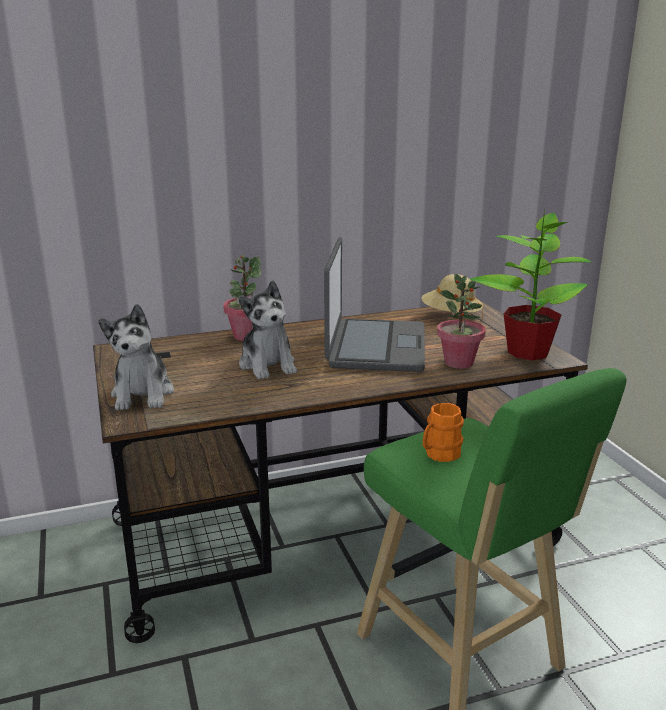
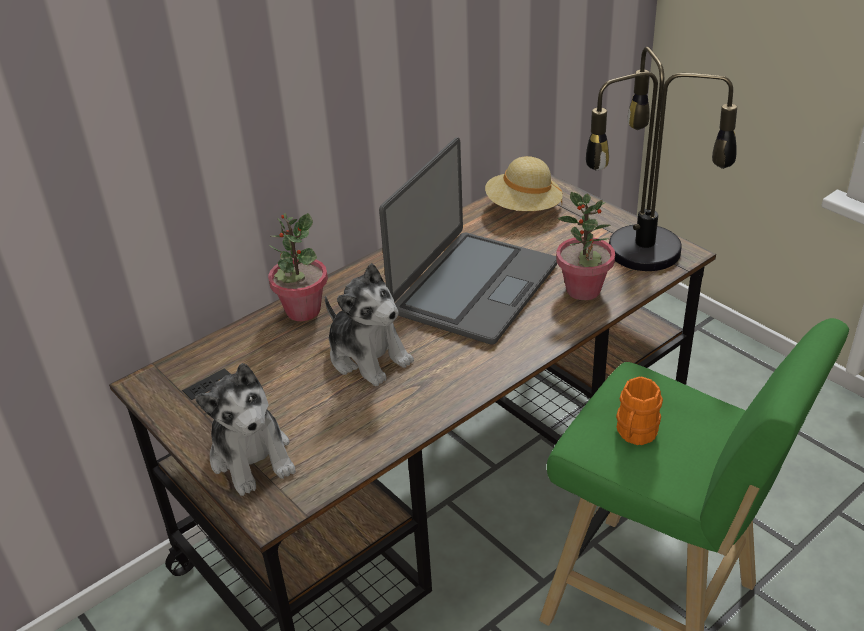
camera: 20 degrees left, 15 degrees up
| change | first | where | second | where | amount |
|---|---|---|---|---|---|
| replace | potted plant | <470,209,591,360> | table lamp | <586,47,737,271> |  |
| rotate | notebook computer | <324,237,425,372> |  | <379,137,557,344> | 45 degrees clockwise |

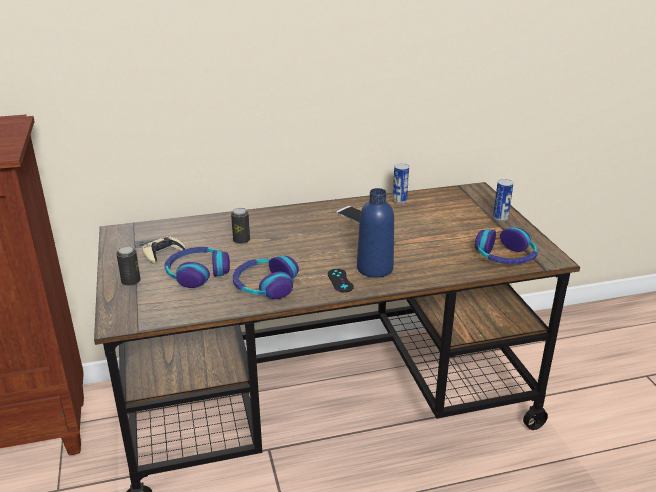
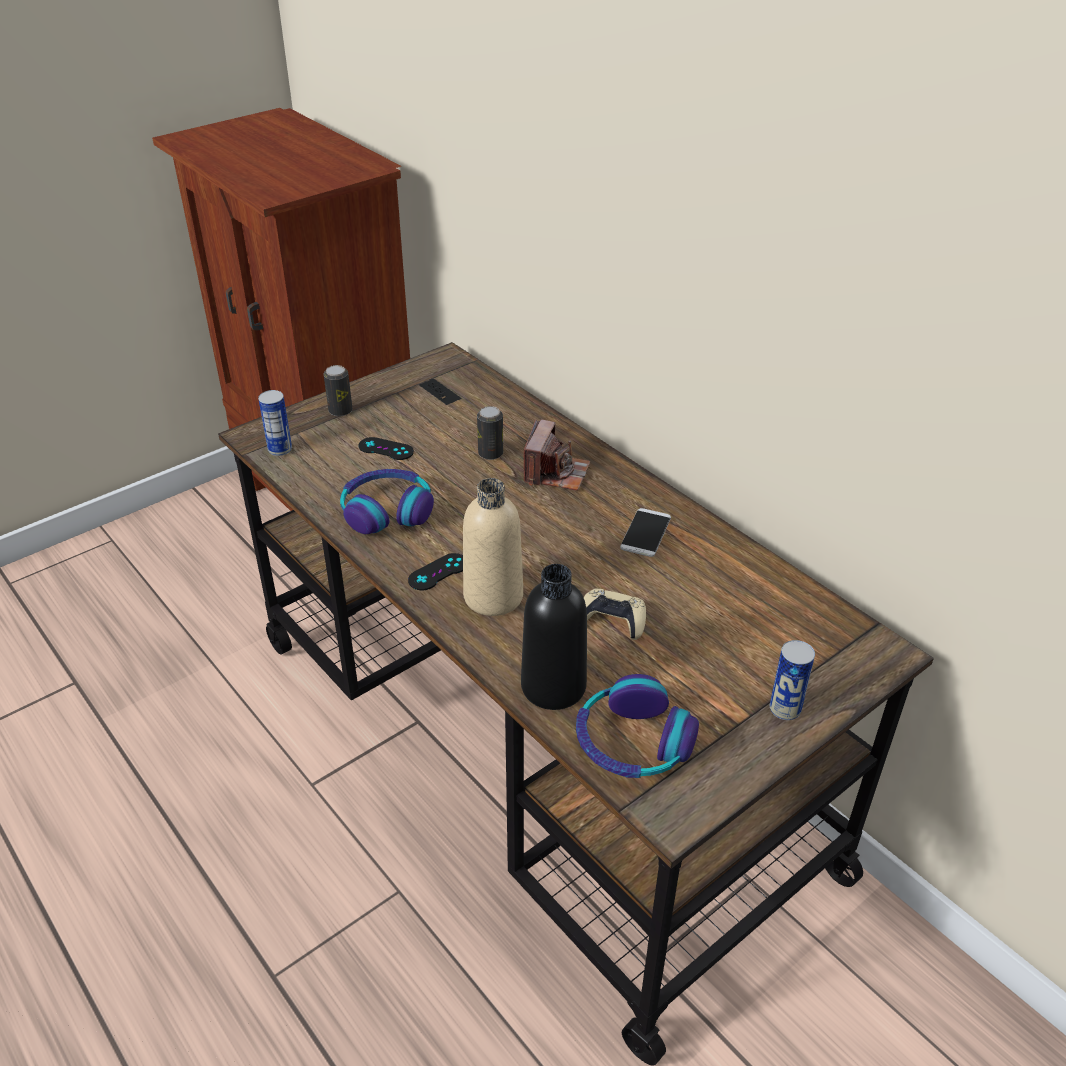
camera: 65 degrees right, 10 degrees up
| change | first | where | second | where | amount |
|---|---|---|---|---|---|
| insert |  |  | black beverage bottle | <521,564,587,710> |  |
| insert |  |  | still camera | <524,419,590,491> |  |
| move | beige game controller | <142,236,185,264> |  | <583,589,646,640> |  |
| move | sealed can | <393,163,409,204> |  | <258,390,292,456> |  |
| replace | headset | <164,247,230,288> | black game controller | <358,437,414,460> |  |
| recolor | blue-coloured beverage bottle | <357,188,394,278> | beige beverage bottle | <463,478,523,616> |  |

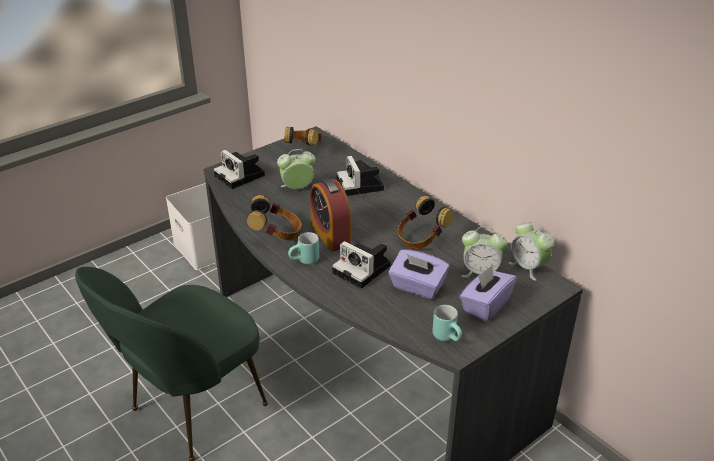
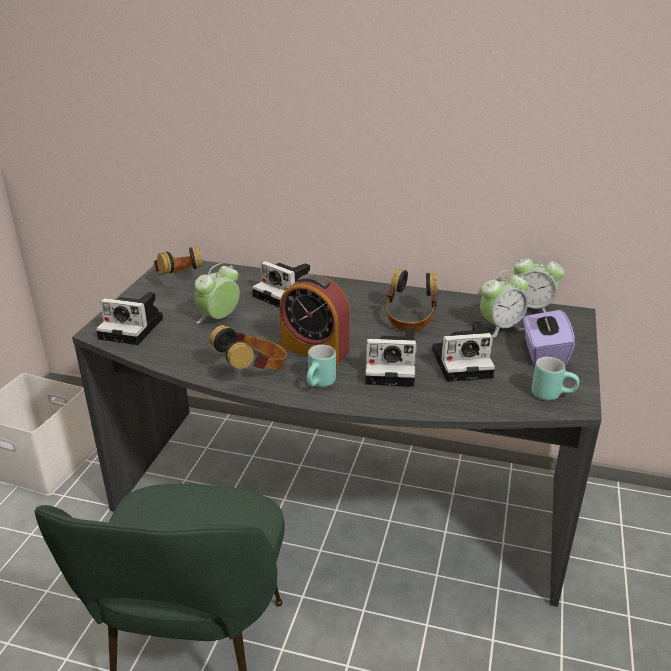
camera: 35 degrees left, 5 degrees down
| change | first | where | second | where | amount |
|---|---|---|---|---|---|
| replace | purplish box of tissues | <388,250,449,299> | still camera | <432,321,495,382> |  |

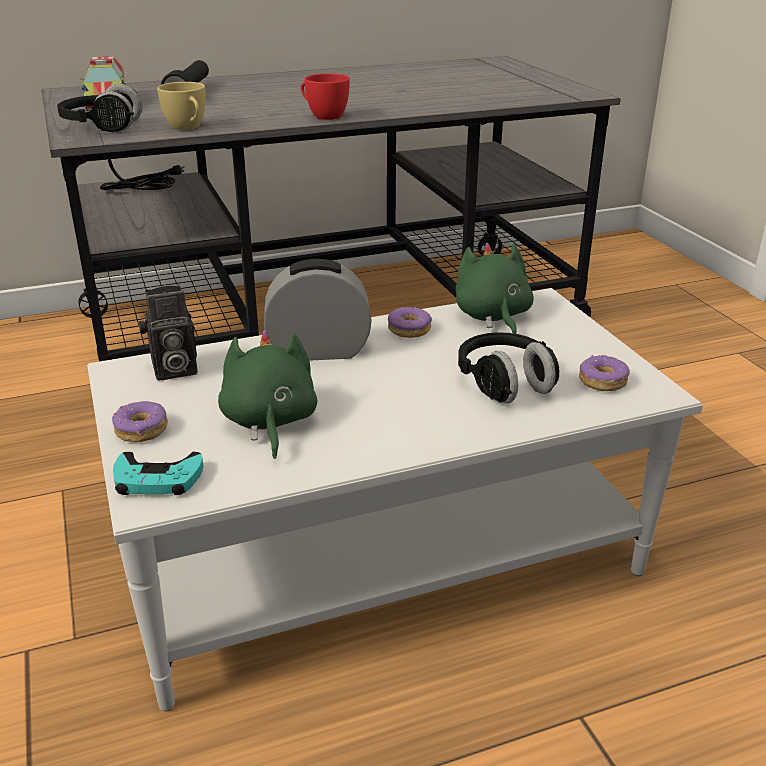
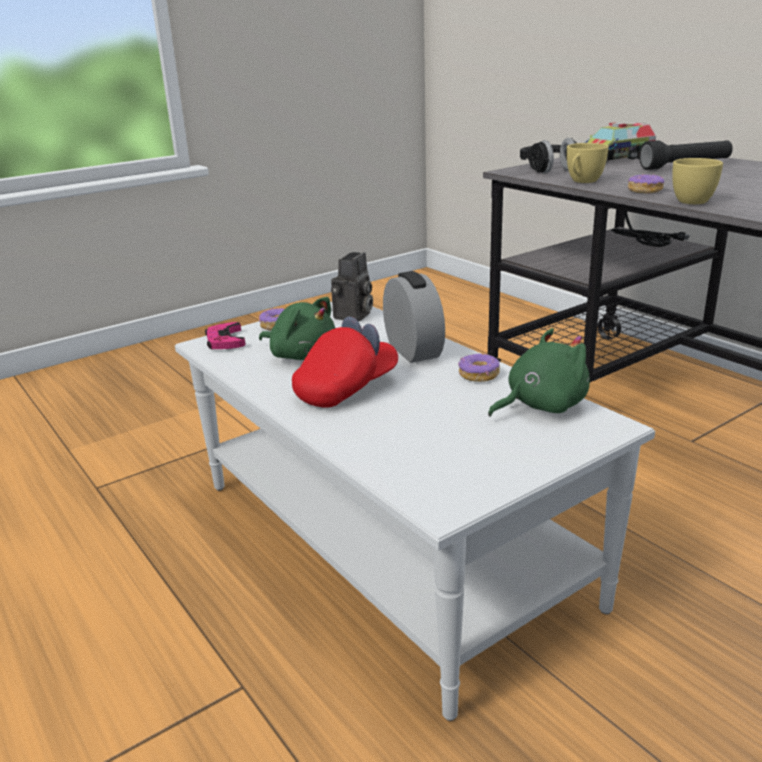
camera: 75 degrees right, 5 degrees down
| change | first | where | second | where | amount |
|---|---|---|---|---|---|
| delete | black headset | <458,332,559,403> |  |  |  |
| insert |  |  | red peaked cap | <292,317,398,408> |  |
| move | ring doughnut | <579,355,630,391> |  | <628,174,664,194> |  |
| recolor | blue-green game controller | <113,452,203,495> | pink-coloured game controller | <205,322,246,349> |  |
| recolor | red small cup | <301,73,350,120> | yellow-coloured small cup | <672,158,723,204> |  |
| rotate | still camera | <139,285,197,380> |  | <331,252,373,322> | 120 degrees counterclockwise |
| rotate | green-coloured soft toy | <218,330,317,459> |  | <259,297,335,360> | 60 degrees clockwise |

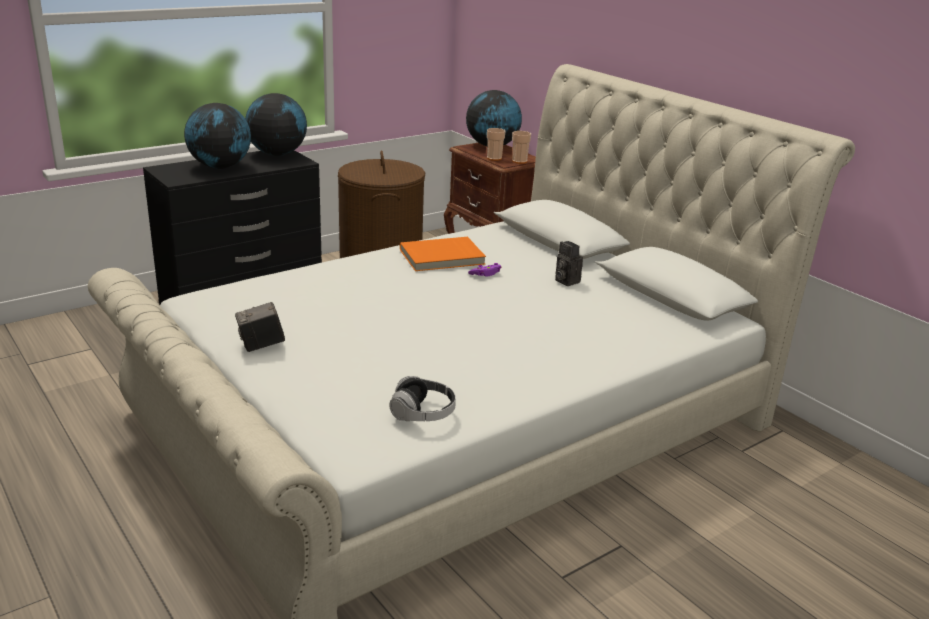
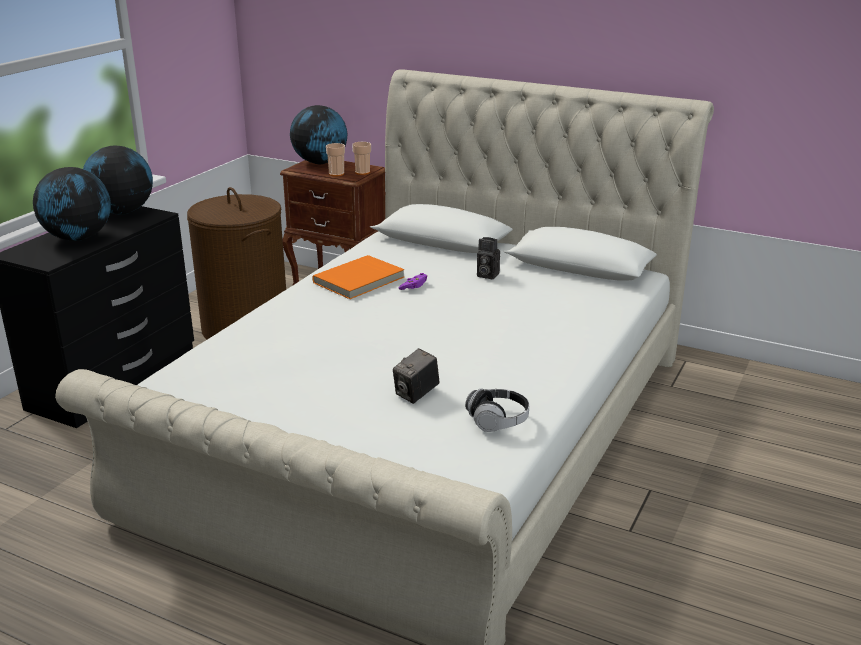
camera: 25 degrees left, 0 degrees up
| change | first | where | second | where | amount |
|---|---|---|---|---|---|
| move | still camera | <235,302,285,352> |  | <393,348,440,404> |  |

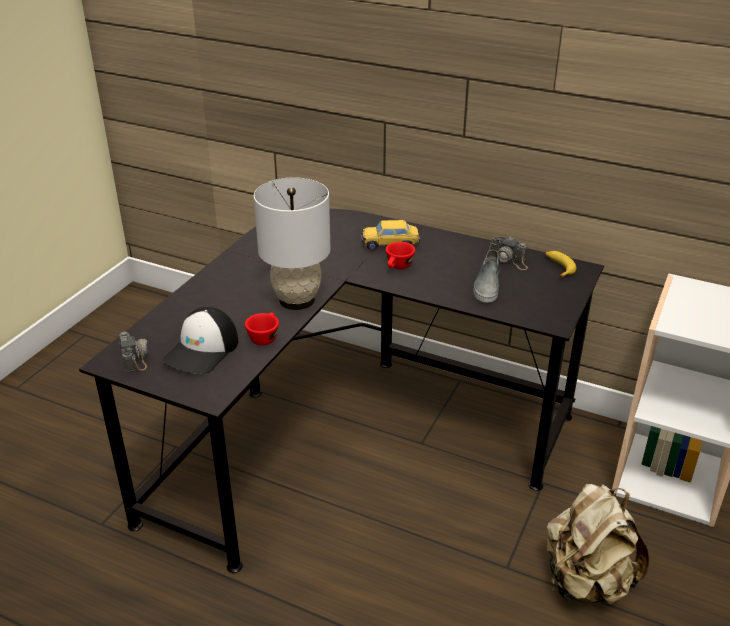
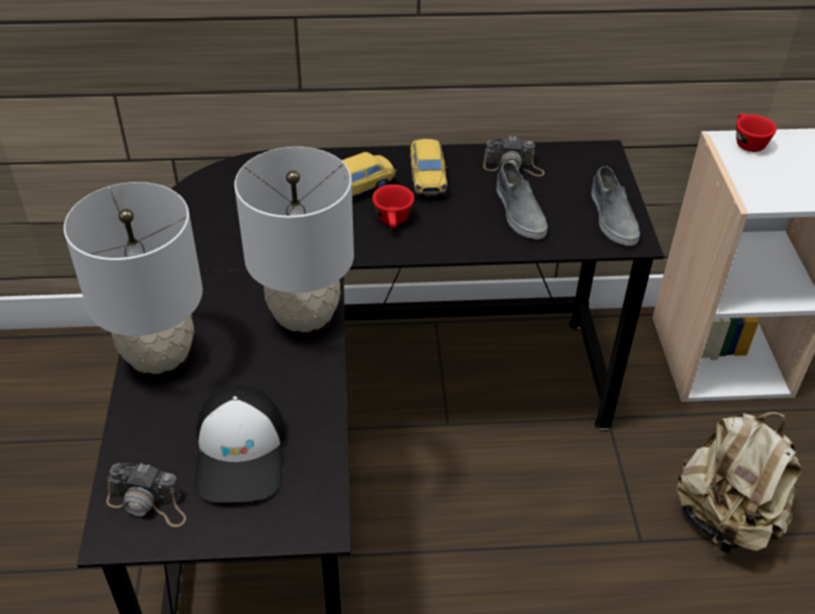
camera: 30 degrees left, 10 degrees up
| change | first | where | second | where | amount |
|---|---|---|---|---|---|
| delete | whole banana | <546,251,576,278> |  |  |  |
| insert |  |  | white table lamp | <64,182,203,380> |  |
| insert |  |  | model car | <409,139,448,196> |  |
| insert |  |  | gray shoe | <591,167,640,246> |  |
| move | red small cup | <245,312,279,346> |  | <736,114,777,152> |  |
| rotate | still camera | <119,331,148,372> |  | <106,463,186,527> | 150 degrees clockwise |

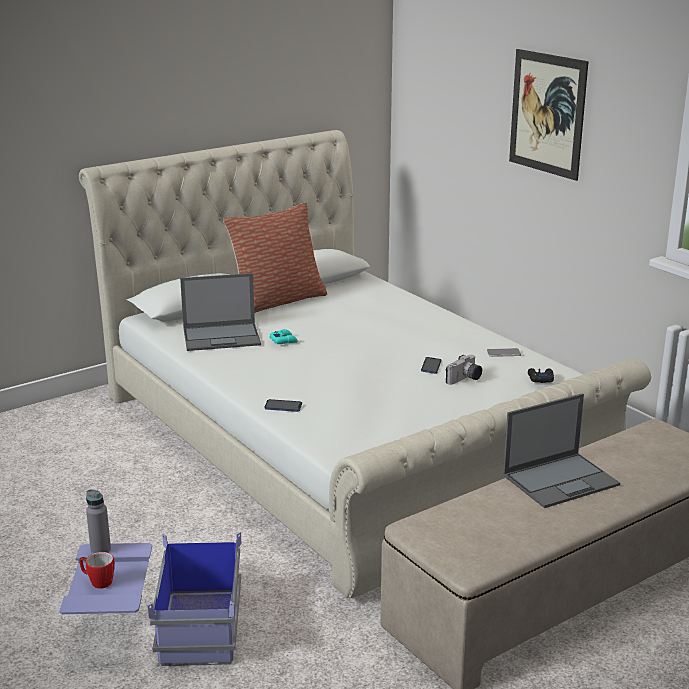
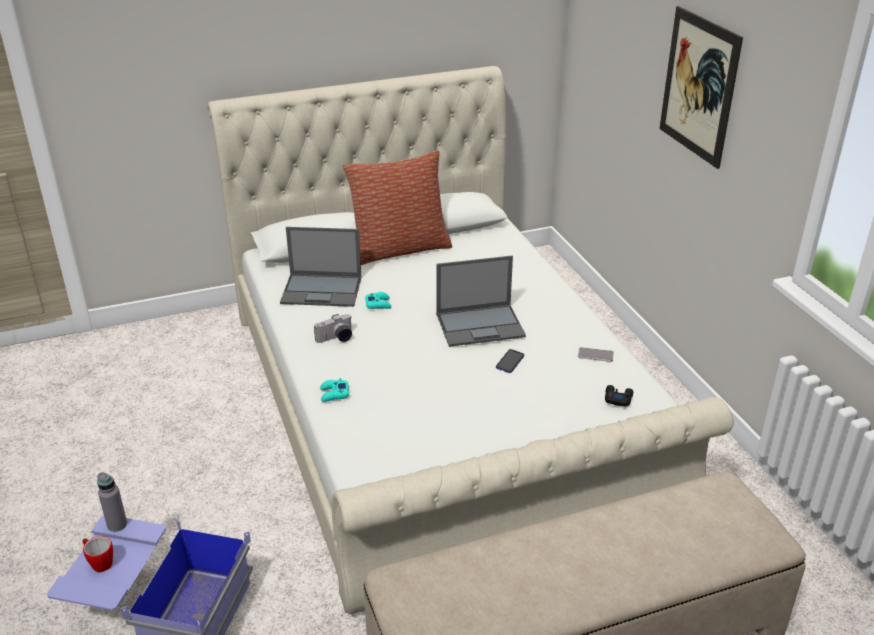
camera: 15 degrees right, 10 degrees up
| change | first | where | second | where | amount |
|---|---|---|---|---|---|
| move | still camera | <446,355,482,385> |  | <314,314,352,343> |  |
| move | notebook computer | <503,393,620,508> |  | <436,256,526,347> |  |
| replace | telephone | <264,399,302,412> | blue-green game controller | <320,378,349,402> |  |

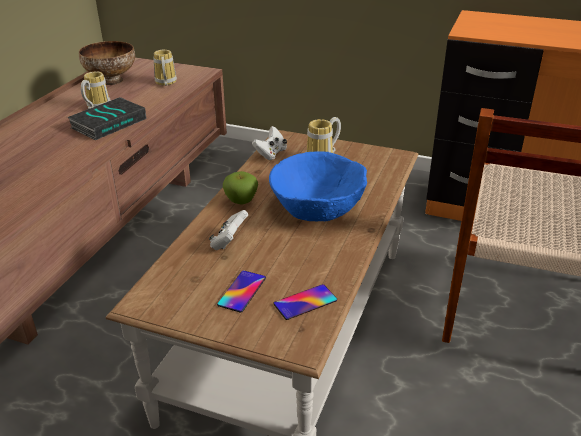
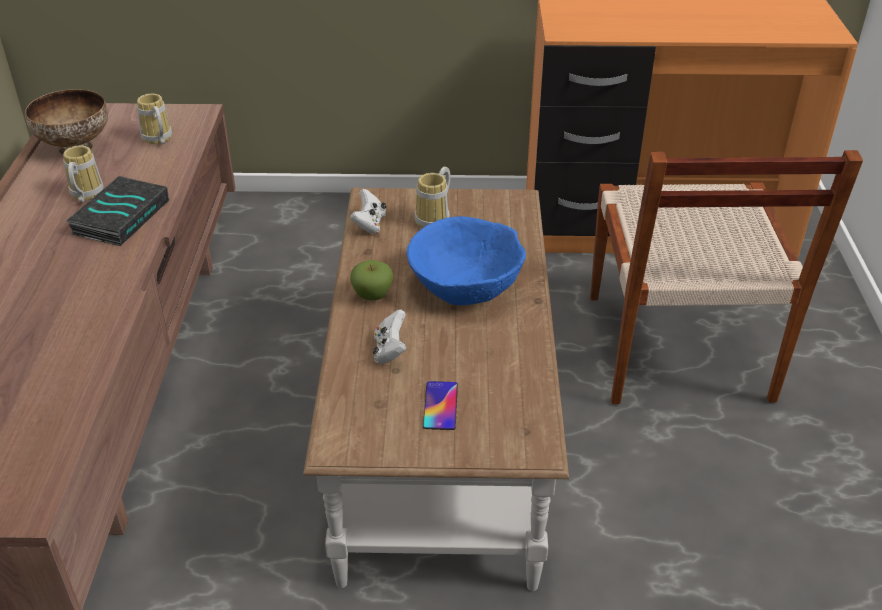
camera: 20 degrees left, 5 degrees up
| change | first | where | second | where | amount |
|---|---|---|---|---|---|
| delete | telephone | <273,284,337,320> |  |  |  |

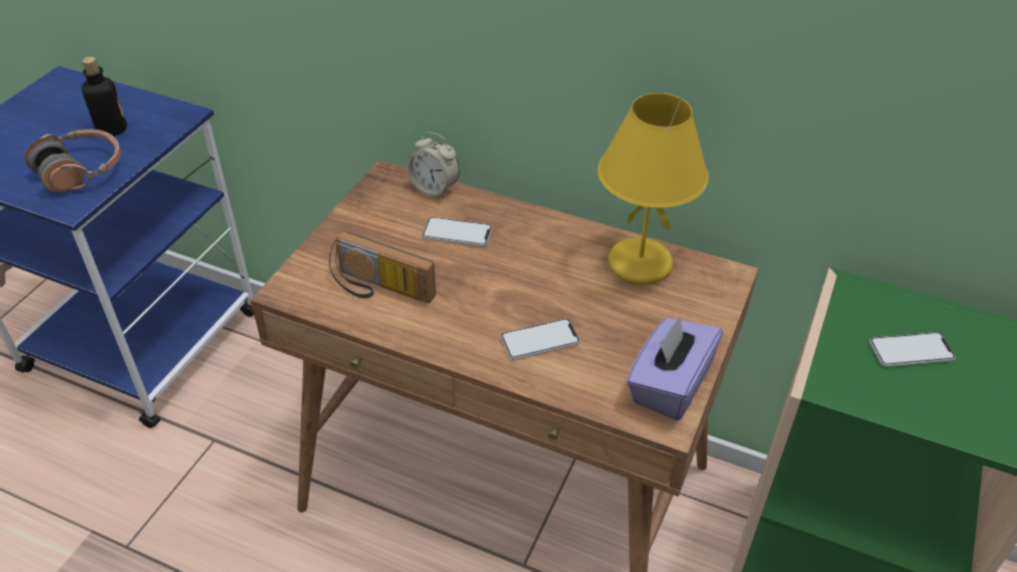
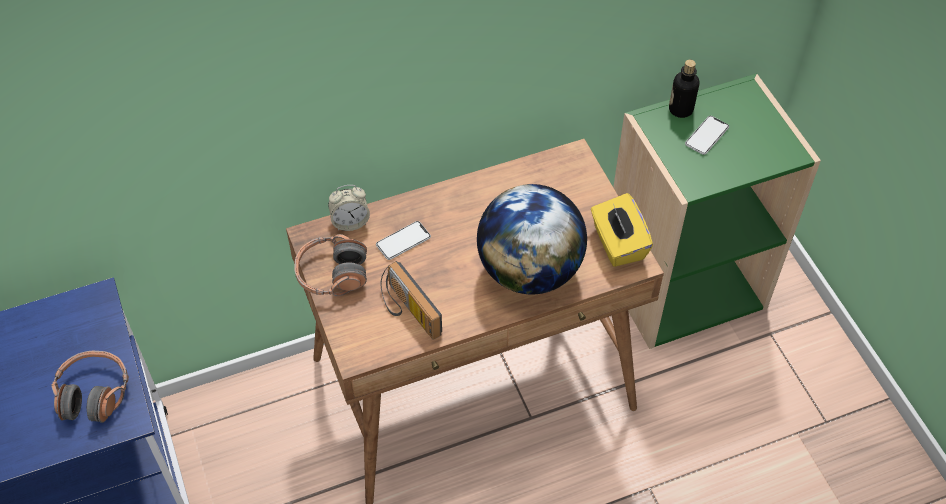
camera: 45 degrees left, 10 degrees up
| change | first | where | second | where | amount |
|---|---|---|---|---|---|
| delete | yellow-coloured table lamp | <598,93,709,285> |  |  |  |
| insert |  |  | headset | <294,234,367,296> |  |
| move | beverage bottle | <82,57,127,136> |  | <669,60,699,118> |  |
| replace | telephone | <501,319,580,360> | globe | <477,184,587,295> |  |
| recolor | purplish box of tissues | <627,315,723,420> | yellow-coloured box of tissues | <591,193,653,267> |  |
| rotate | radio | <329,231,436,303> |  | <381,261,442,339> | 75 degrees clockwise |

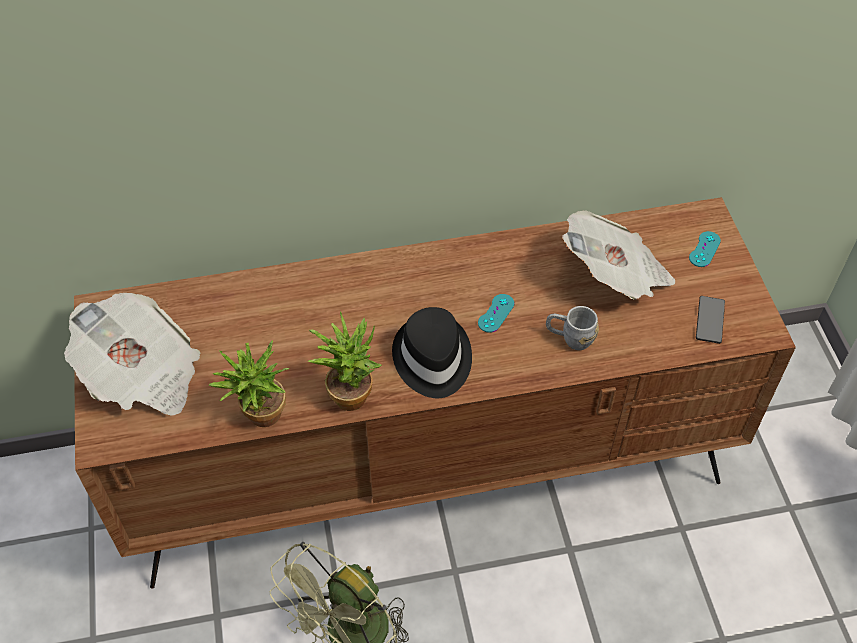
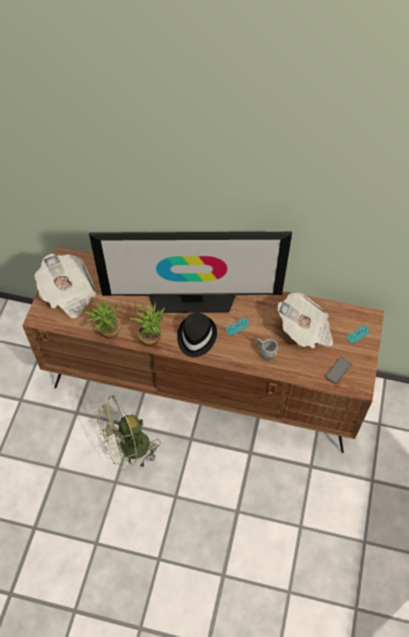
camera: 25 degrees right, 5 degrees up
| change | first | where | second | where | amount |
|---|---|---|---|---|---|
| insert |  |  | TV | <89,232,292,313> |  |

